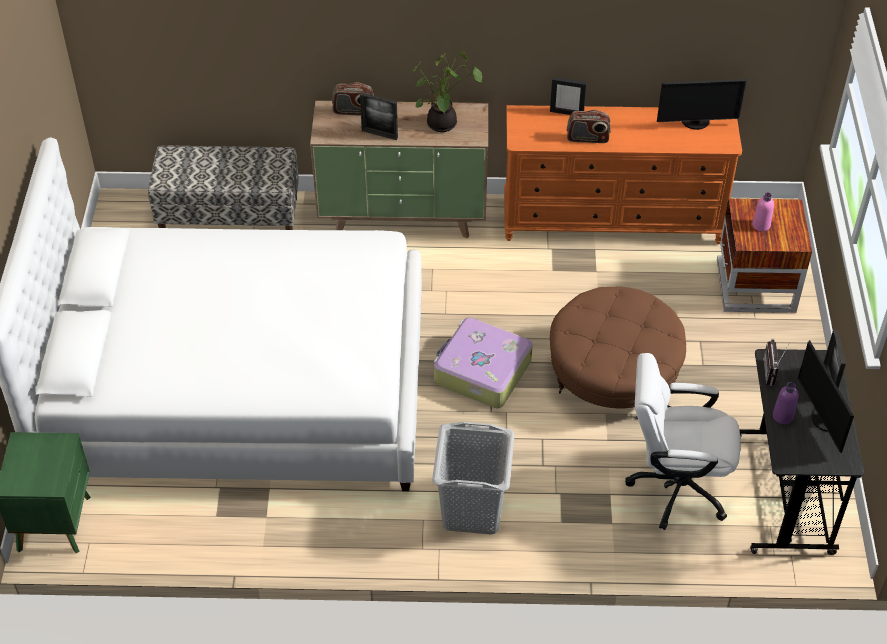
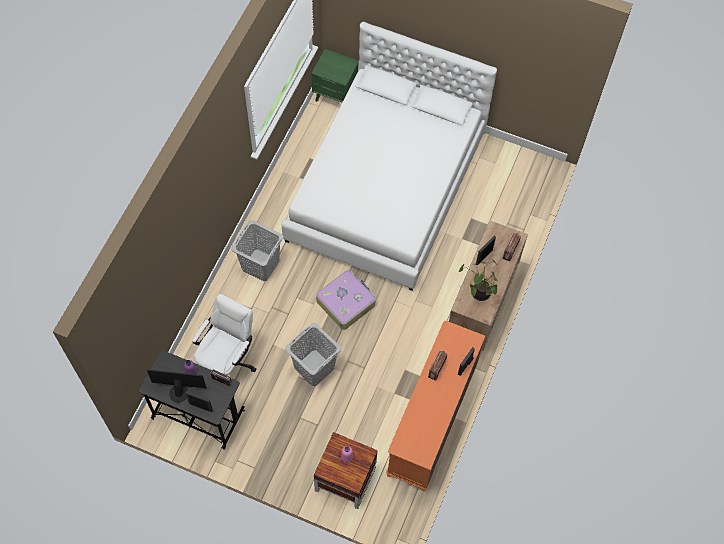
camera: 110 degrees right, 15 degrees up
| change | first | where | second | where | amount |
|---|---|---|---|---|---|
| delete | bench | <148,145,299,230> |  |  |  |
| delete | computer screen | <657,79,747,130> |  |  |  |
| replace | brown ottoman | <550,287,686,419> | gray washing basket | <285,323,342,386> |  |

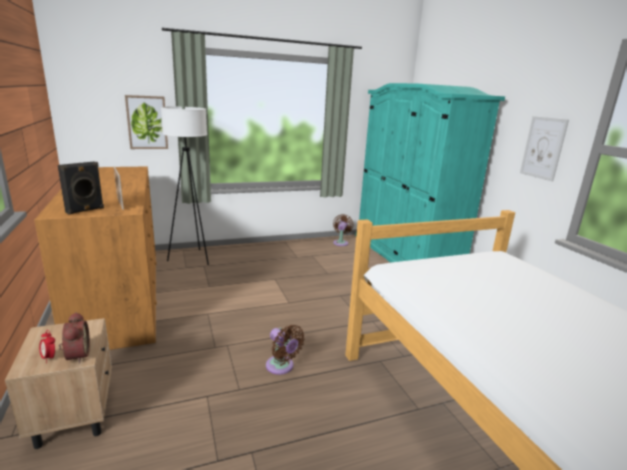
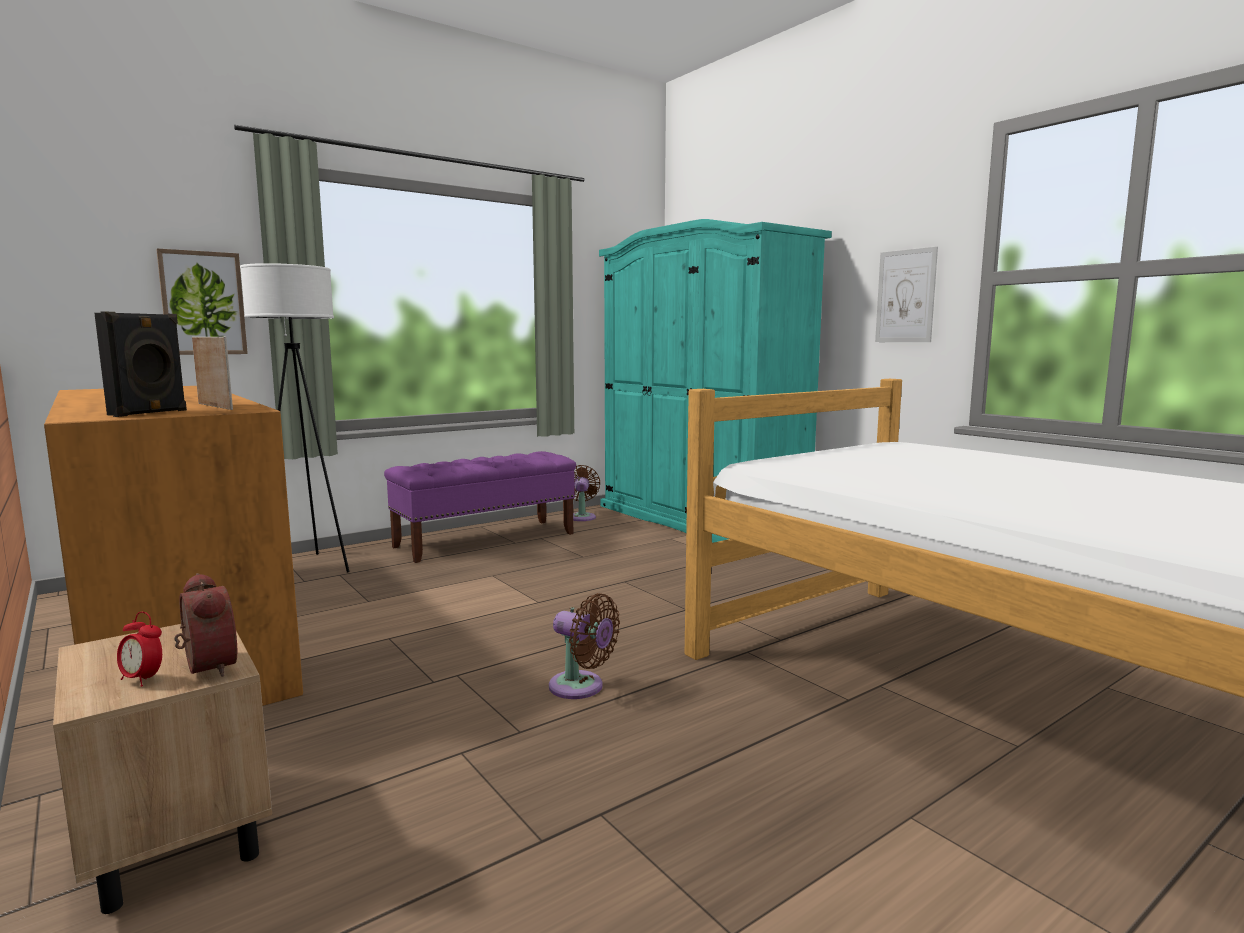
camera: 15 degrees left, 10 degrees down
| change | first | where | second | where | amount |
|---|---|---|---|---|---|
| insert |  |  | purplish bench | <384,451,576,563> |  |

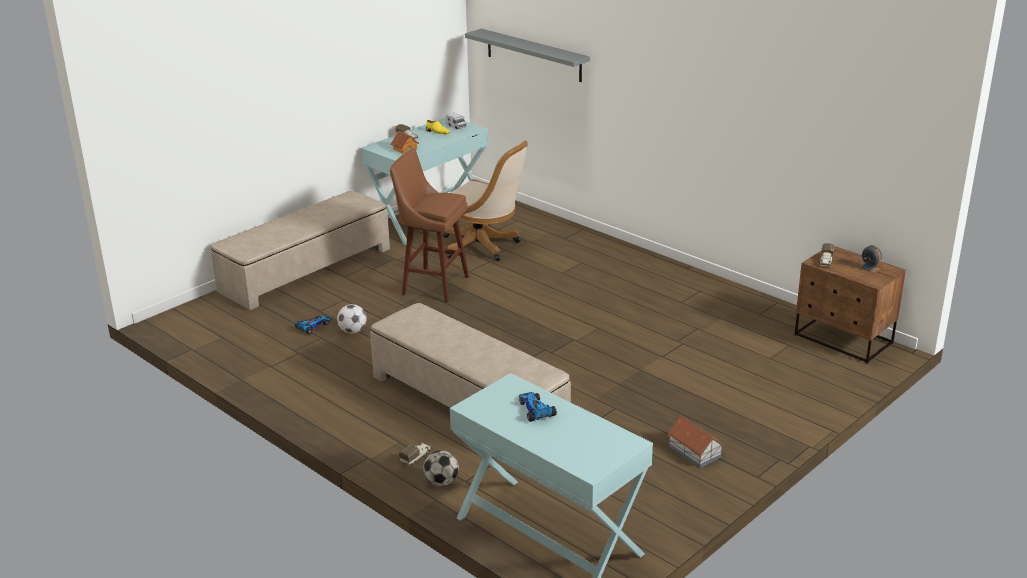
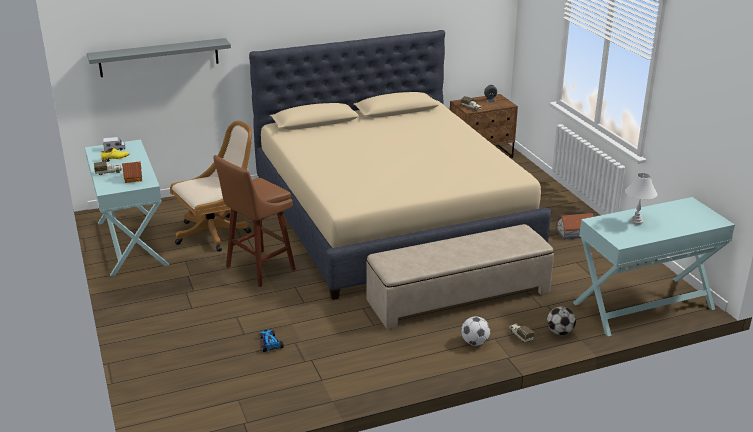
camera: 65 degrees left, 0 degrees up
| change | first | where | second | where | amount |
|---|---|---|---|---|---|
| delete | beige bench | <211,191,390,310> |  |  |  |
| insert |  |  | beige bedroom bed | <249,30,551,300> |  |
| move | football | <337,304,367,333> |  | <461,316,490,346> |  |
| replace | model car | <519,392,557,422> | white table lamp | <625,173,657,225> |  |

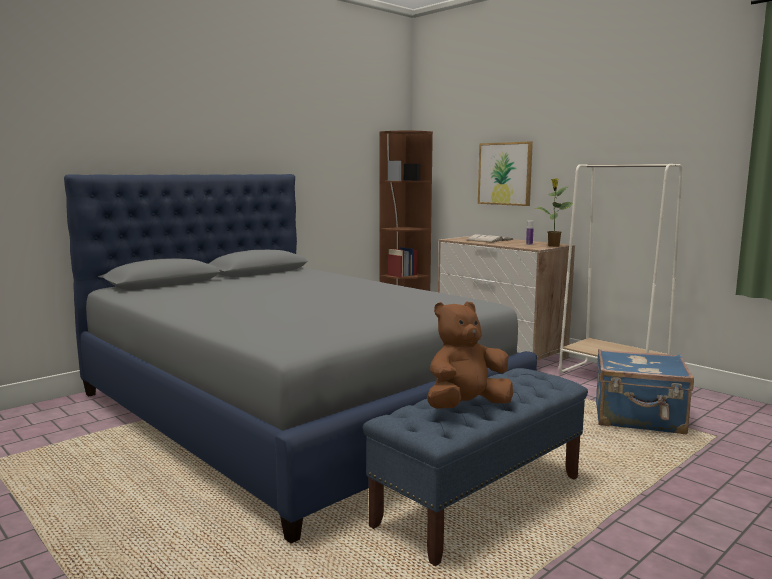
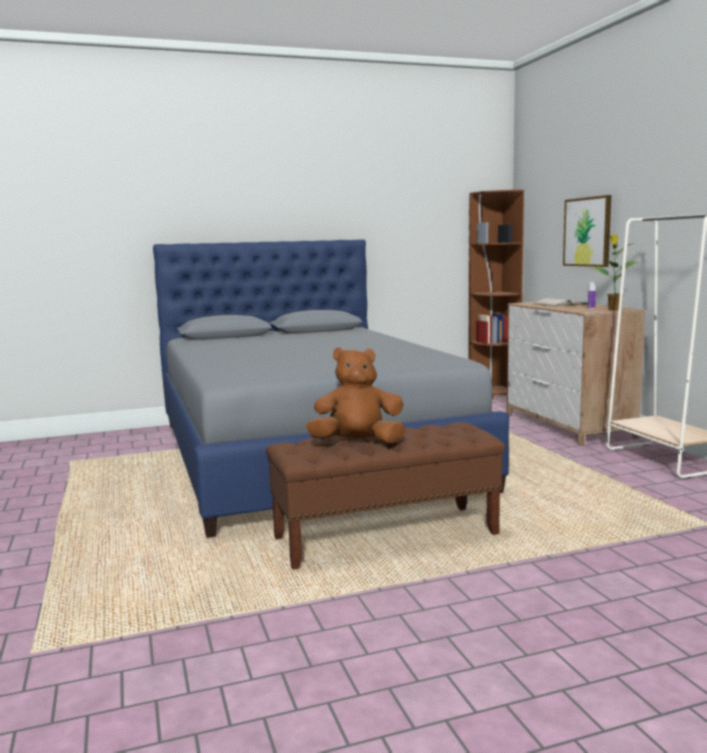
camera: 25 degrees right, 0 degrees up
| change | first | where | second | where | amount |
|---|---|---|---|---|---|
| delete | blue-coloured suitcase | <596,349,694,434> |  |  |  |
| recolor | blue-coloured bench | <363,368,588,566> | brown bench | <266,422,505,570> |  |

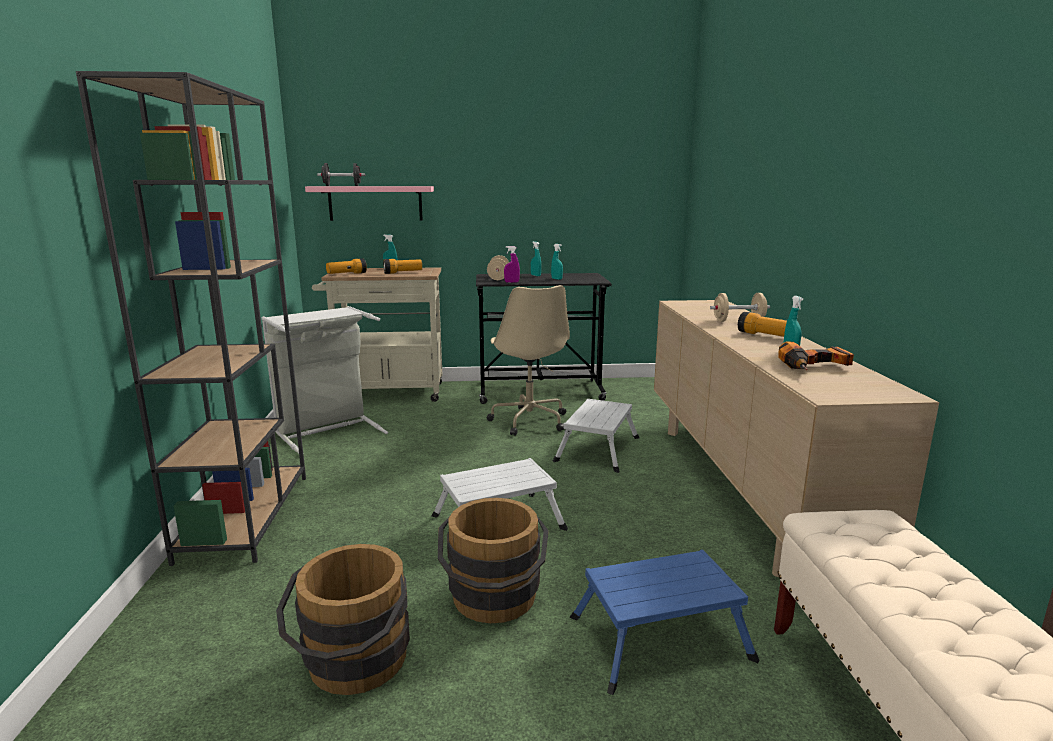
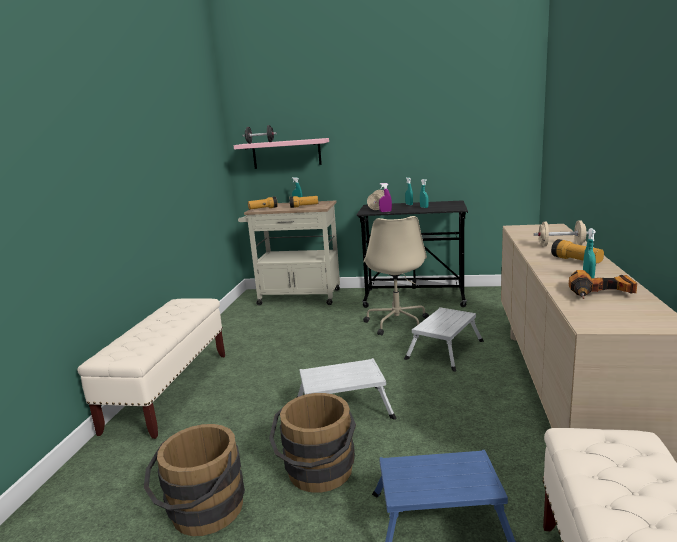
camera: 15 degrees right, 0 degrees up
| change | first | where | second | where | amount |
|---|---|---|---|---|---|
| delete | gray washing basket | <261,306,388,455> |  |  |  |
| replace | shelving unit | <76,71,306,566> | beige bench | <77,298,225,439> |  |

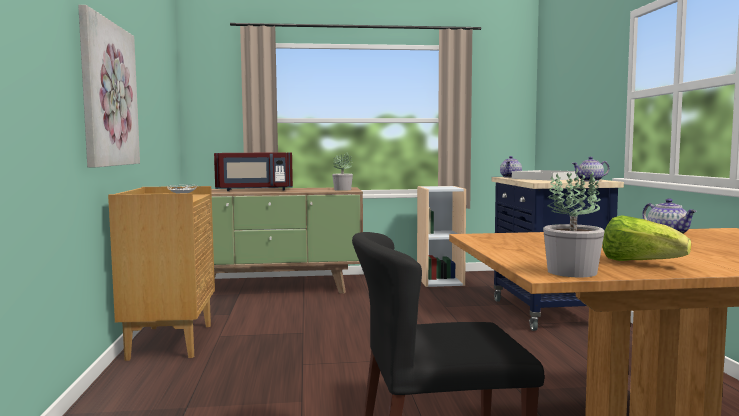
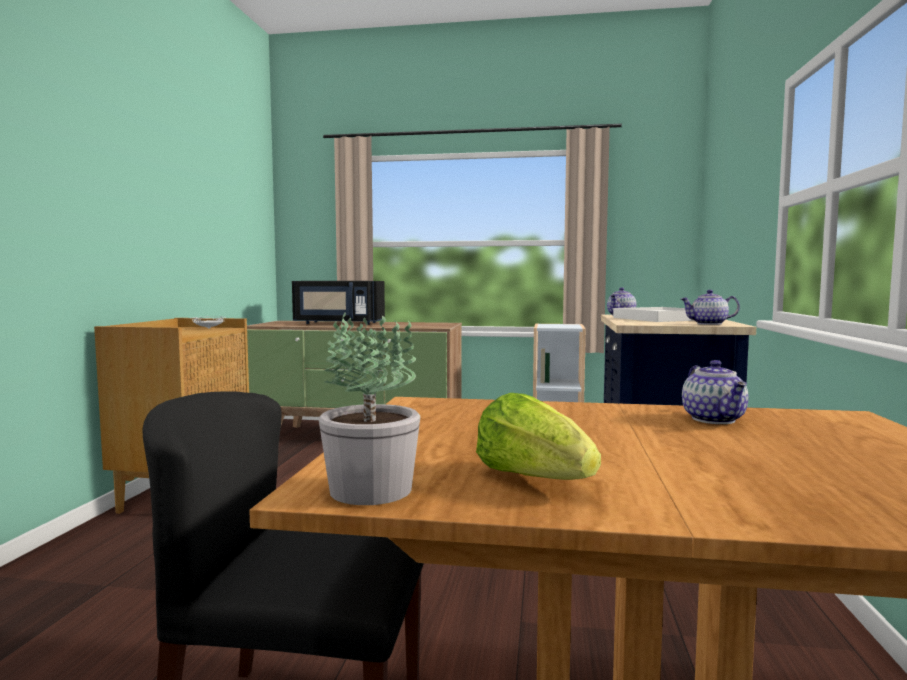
camera: 15 degrees right, 0 degrees up
| change | first | where | second | where | amount |
|---|---|---|---|---|---|
| delete | wall art | <78,5,140,168> |  |  |  |
| delete | potted plant | <332,153,353,191> |  |  |  |
| recolor | red microwave oven | <214,152,293,191> | black microwave oven | <292,281,385,325> |  |

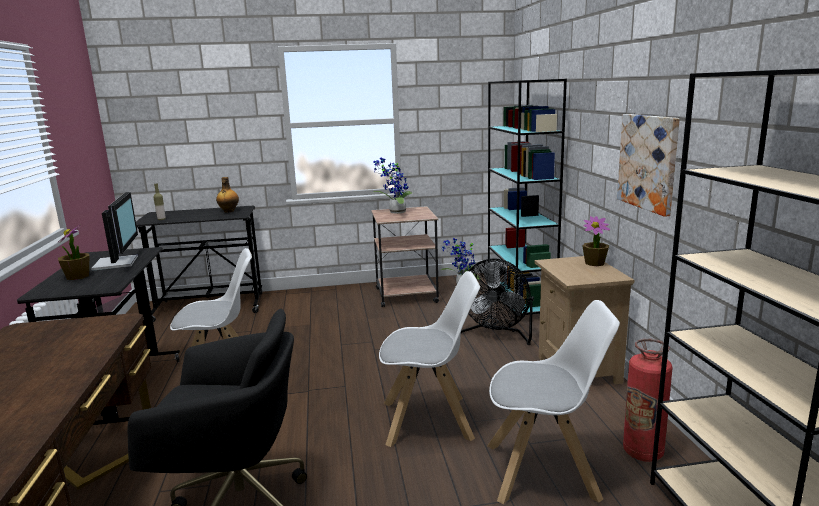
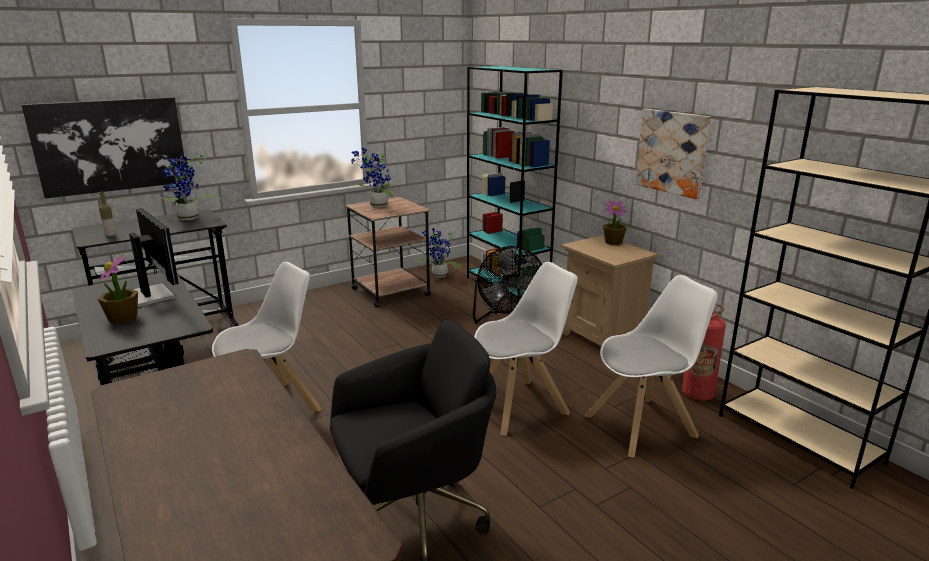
camera: 25 degrees left, 5 degrees up
| change | first | where | second | where | amount |
|---|---|---|---|---|---|
| insert |  |  | wall art | <22,97,188,198> |  |
| replace | beverage bottle | <216,177,239,213> | potted plant | <158,154,222,220> |  |

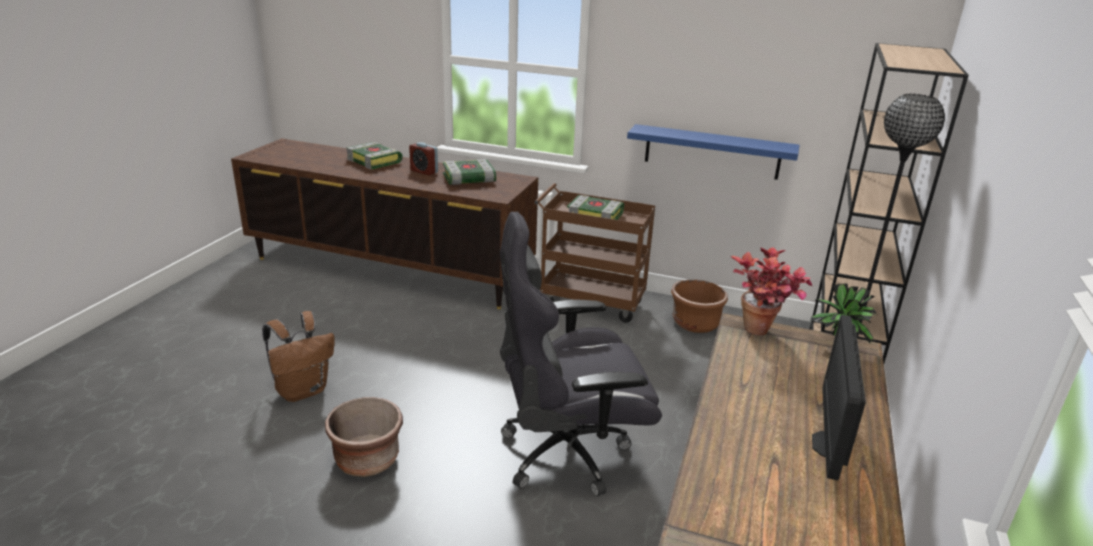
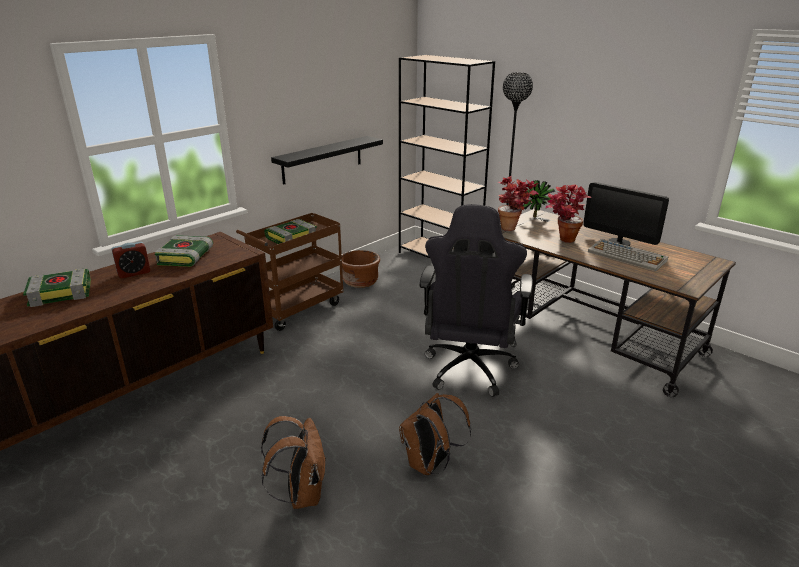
camera: 65 degrees left, 0 degrees up
| change | first | where | second | where | amount |
|---|---|---|---|---|---|
| insert |  |  | potted plant | <545,185,591,243> |  |
| insert |  |  | PC keyboard | <588,239,668,271> |  |
| replace | brown plant pot | <325,397,403,477> | brown rucksack | <399,393,471,475> |  |
| recolor | blue-coloured shelf | <627,124,800,180> | black shelf | <271,136,383,185> |  |

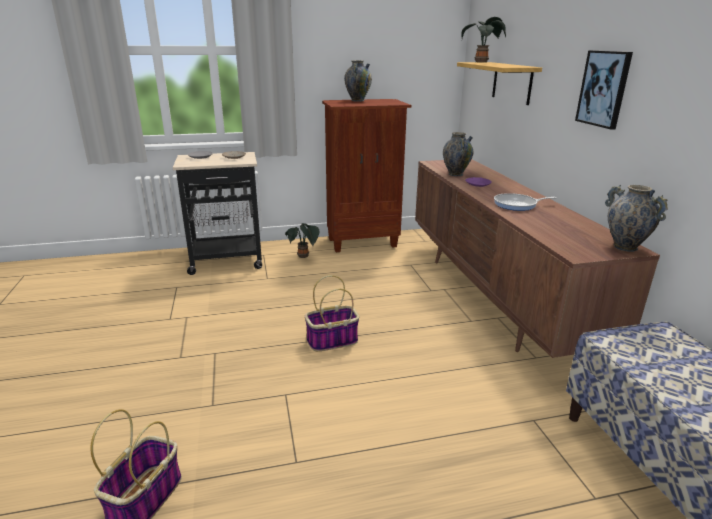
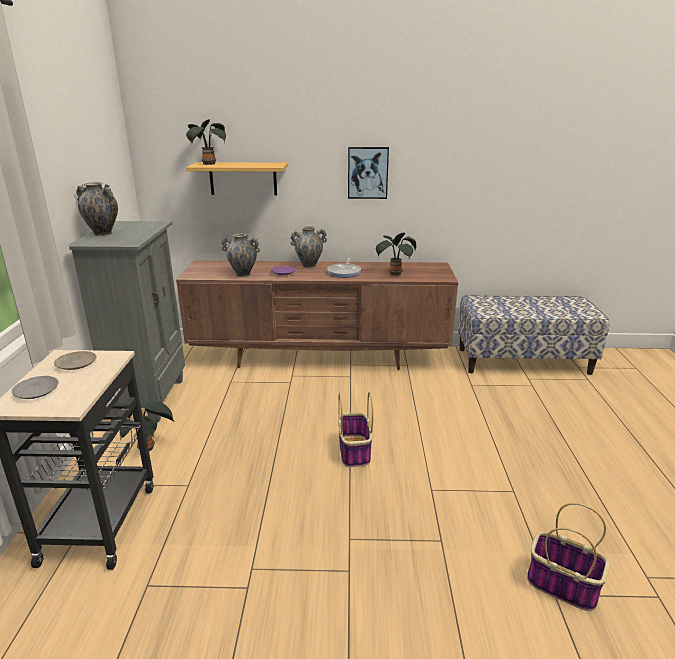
camera: 75 degrees left, 0 degrees up
| change | first | where | second | where | amount |
|---|---|---|---|---|---|
| insert |  |  | potted plant | <376,232,417,276> |  |
| move | vase | <605,185,668,252> |  | <290,226,327,268> |  |
| recolor | brown cabinet | <322,99,411,252> | gray cabinet | <69,221,185,422> |  |

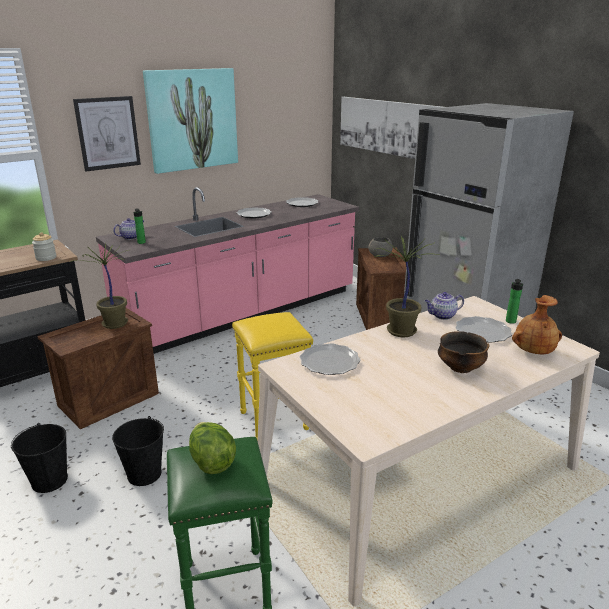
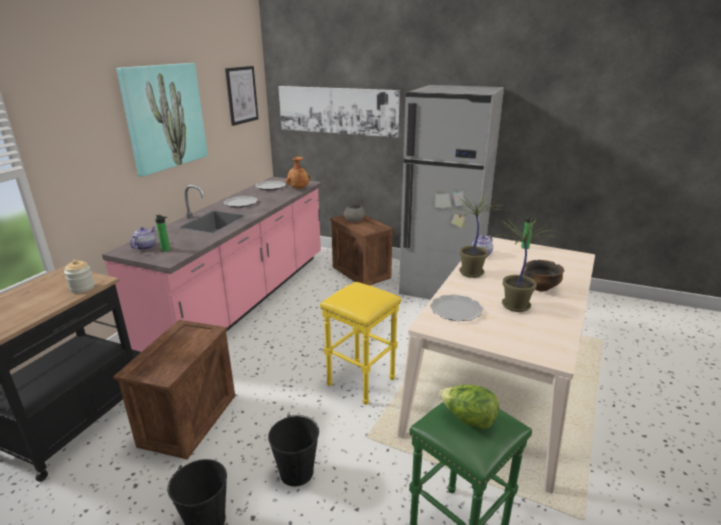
camera: 30 degrees left, 0 degrees up
| change | first | where | second | where | amount |
|---|---|---|---|---|---|
| delete | dinner plate | <456,316,512,343> |  |  |  |
| move | potted plant | <70,243,131,329> |  | <494,219,557,312> |  |
| move | wall art | <73,96,141,172> |  | <225,66,258,126> |  |
| move | brown vase | <512,295,562,354> |  | <286,157,310,189> |  |

